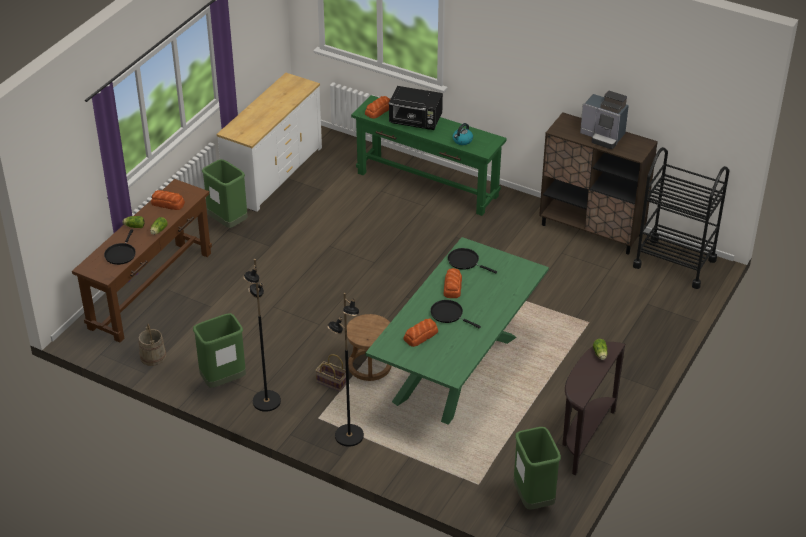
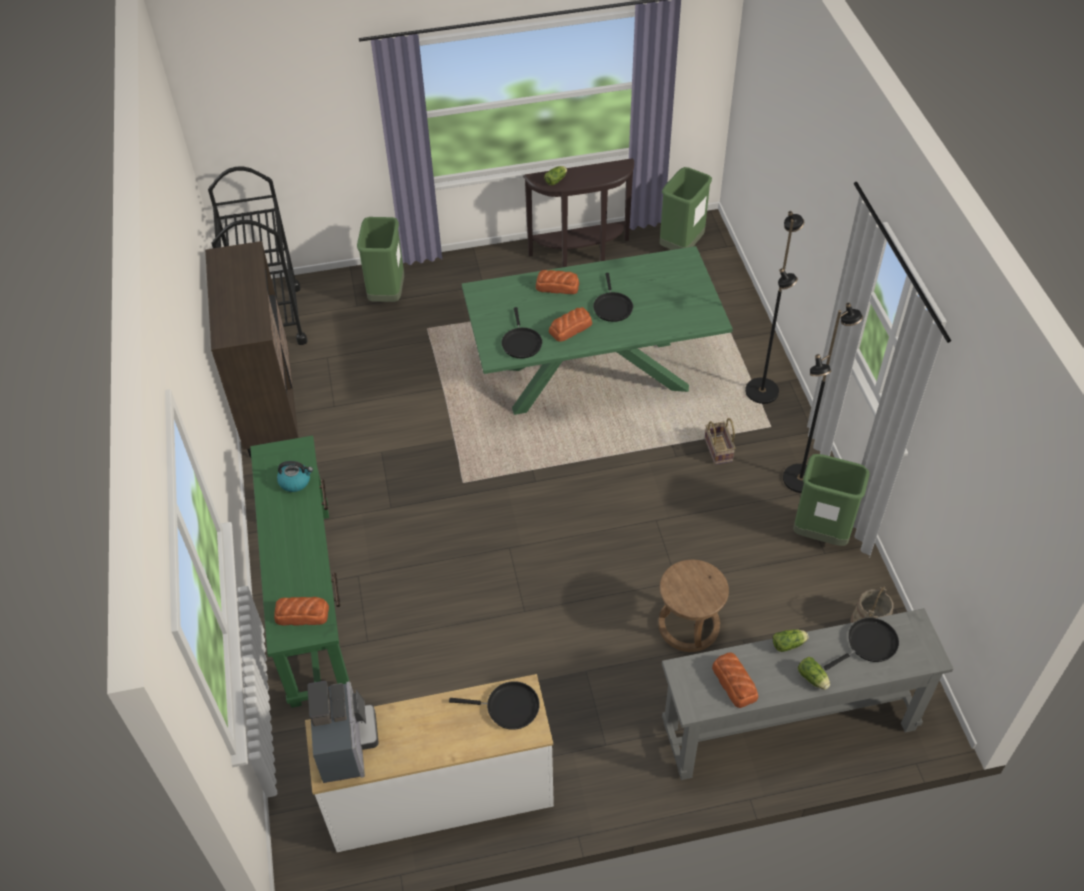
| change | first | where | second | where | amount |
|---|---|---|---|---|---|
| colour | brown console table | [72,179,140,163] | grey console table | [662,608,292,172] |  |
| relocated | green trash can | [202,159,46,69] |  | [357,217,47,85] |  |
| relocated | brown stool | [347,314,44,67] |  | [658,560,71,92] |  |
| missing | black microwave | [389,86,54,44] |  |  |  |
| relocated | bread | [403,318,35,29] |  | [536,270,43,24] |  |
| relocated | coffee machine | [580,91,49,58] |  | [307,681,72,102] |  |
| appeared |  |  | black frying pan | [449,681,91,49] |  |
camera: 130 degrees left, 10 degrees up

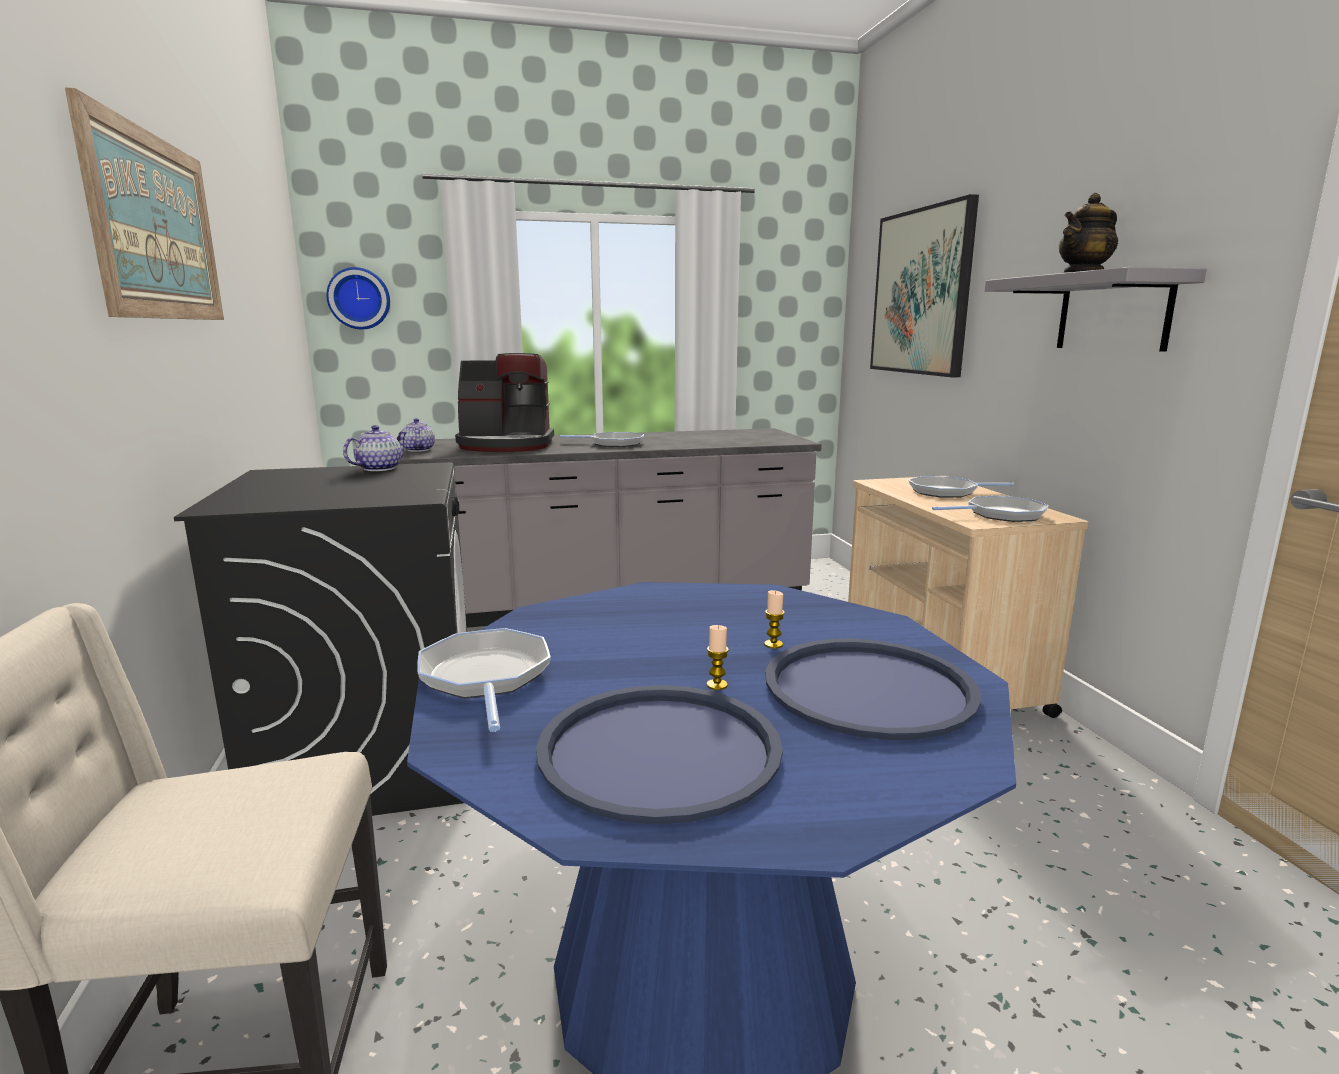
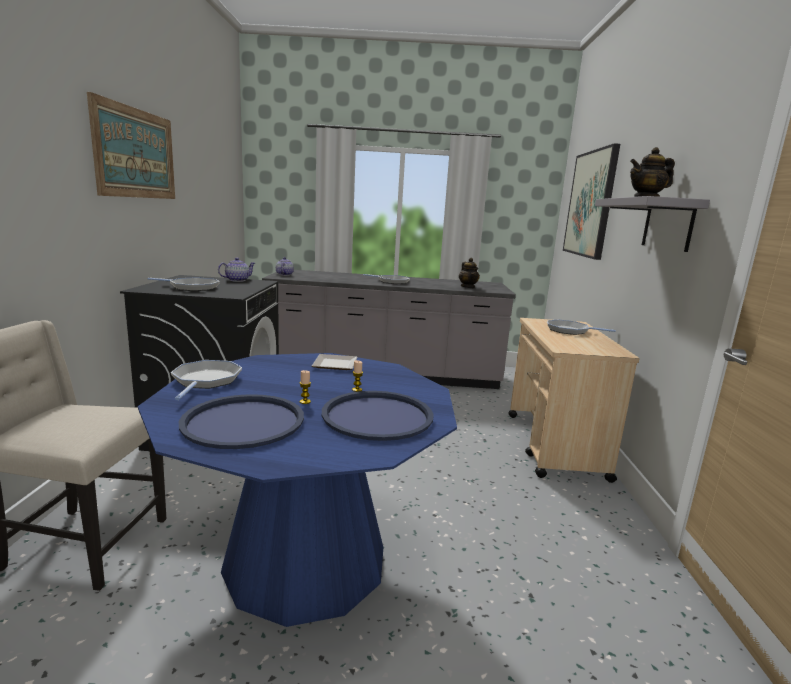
| change | first | where | second | where | amount |
|---|---|---|---|---|---|
| missing | wall clock | [327,267,63,62] |  |  |  |
| missing | coffee machine | [455,353,99,99] |  |  |  |
| relocated | frying pan | [932,496,117,26] |  | [147,277,73,14] |  |
| appeared |  |  | plate | [312,354,45,16] |  |
| appeared |  |  | teapot | [459,258,21,30] |  |
camera: 15 degrees right, 0 degrees up

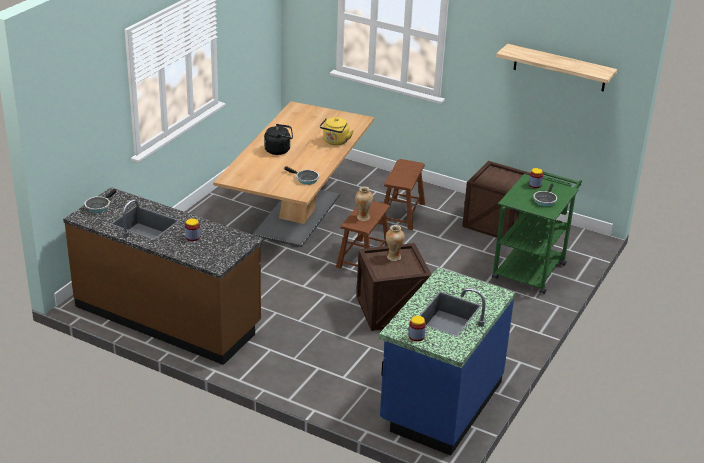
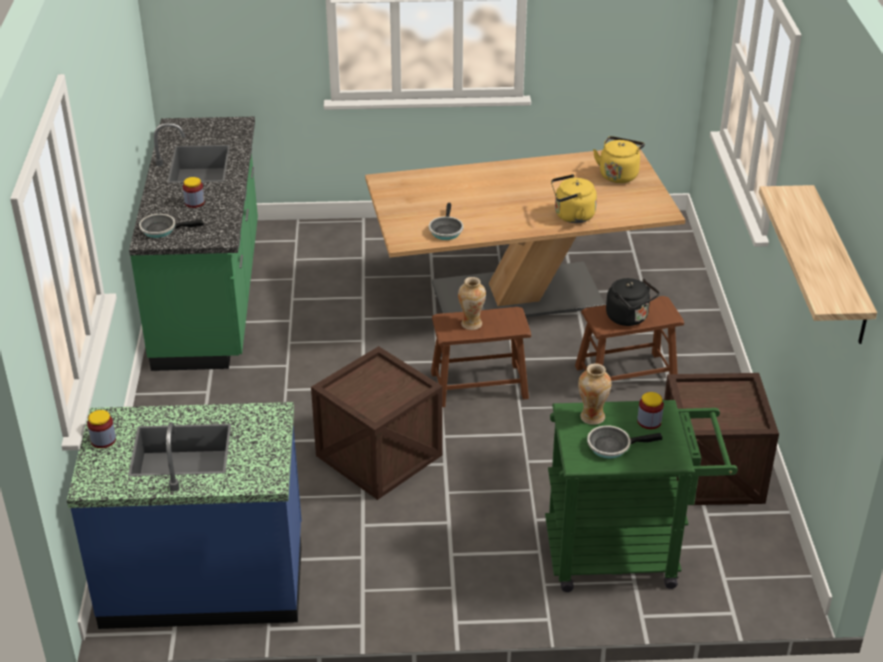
| change | first | where | second | where | amount |
|---|---|---|---|---|---|
| colour | brown counter | [63,187,201,178] | green counter | [129,117,129,254] |  |
| relocated | frying pan | [84,189,32,24] |  | [139,214,65,24] |  |
| relocated | black kettle | [264,124,29,31] |  | [606,278,53,48] |  |
| relocated | vase | [386,225,19,36] |  | [578,364,33,61] |  |
| appeared |  |  | yellow kettle | [593,136,52,47] |  |
camera: 60 degrees right, 5 degrees up

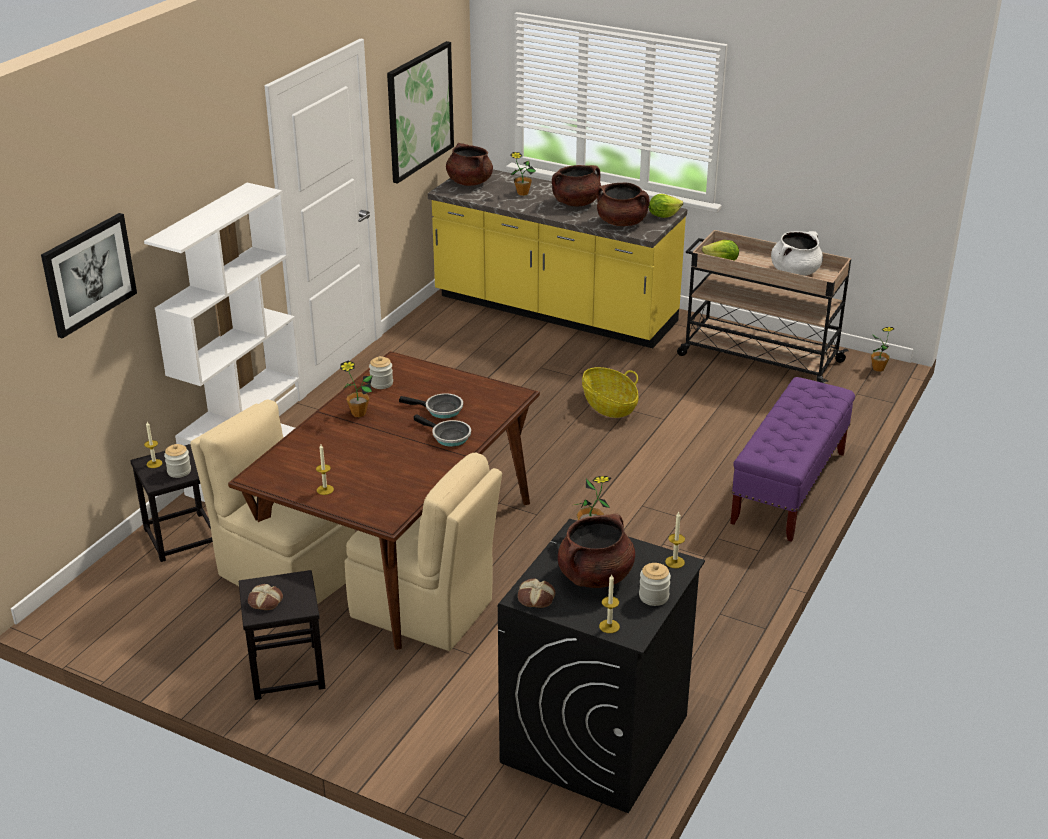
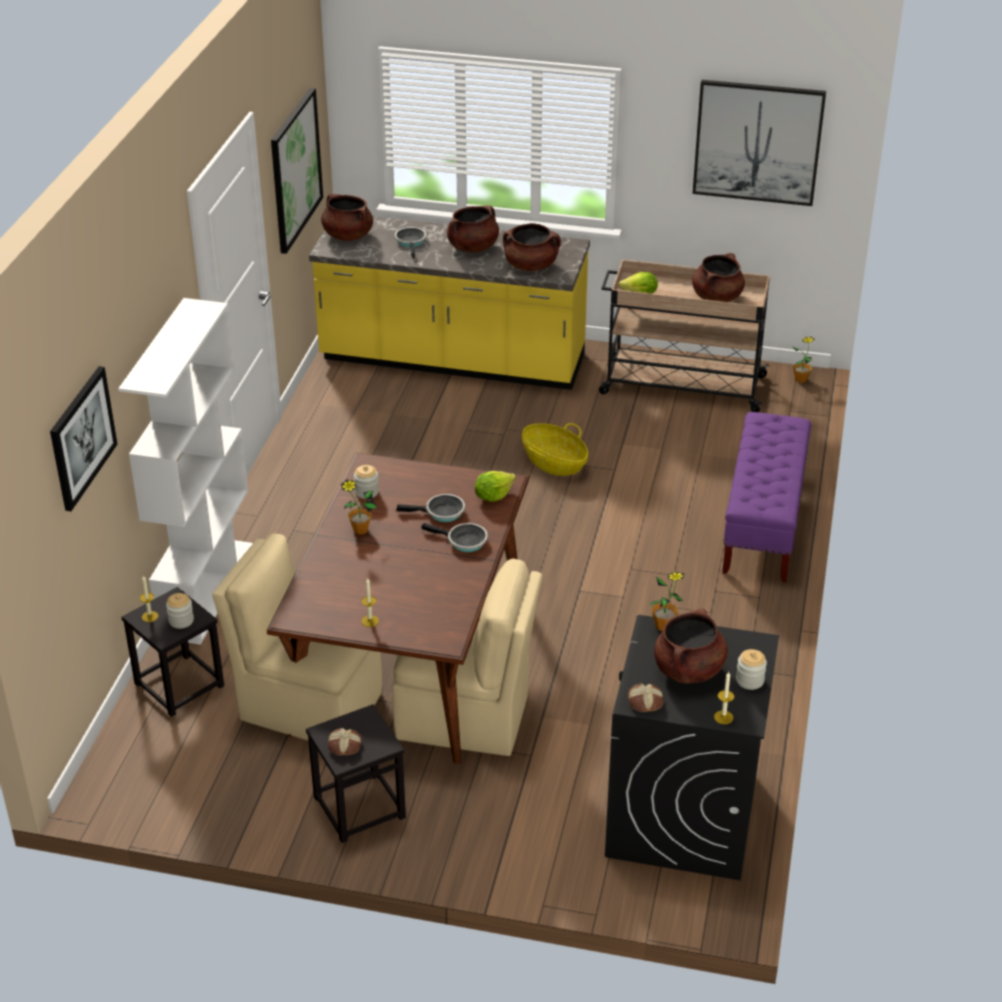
| change | first | where | second | where | amount |
|---|---|---|---|---|---|
| exchanged | potted plant | [510,152,26,44] | frying pan | [395,227,31,32] |  |
| relocated | lettuce | [649,194,34,24] |  | [475,471,41,31] |  |
| missing | candle | [665,512,20,56] |  |  |  |
| colour | white cooking pot | [771,231,52,45] | brown cooking pot | [692,253,53,49] |  |
| appeared |  |  | picture | [693,80,133,126] |  |
camera: 15 degrees left, 5 degrees up

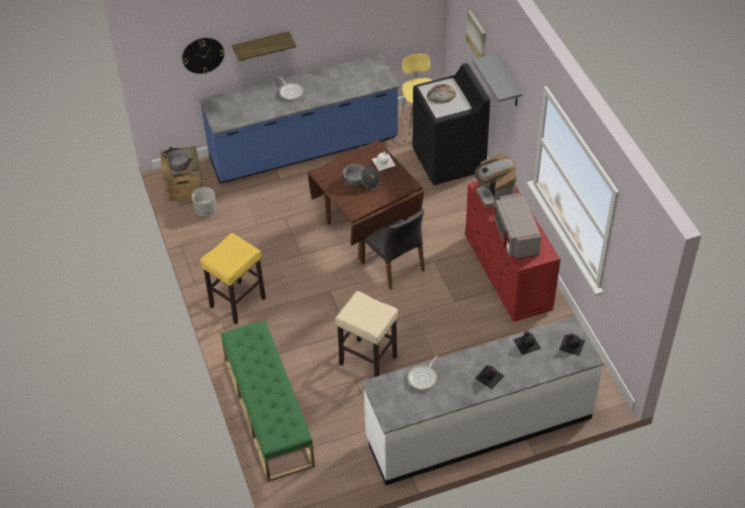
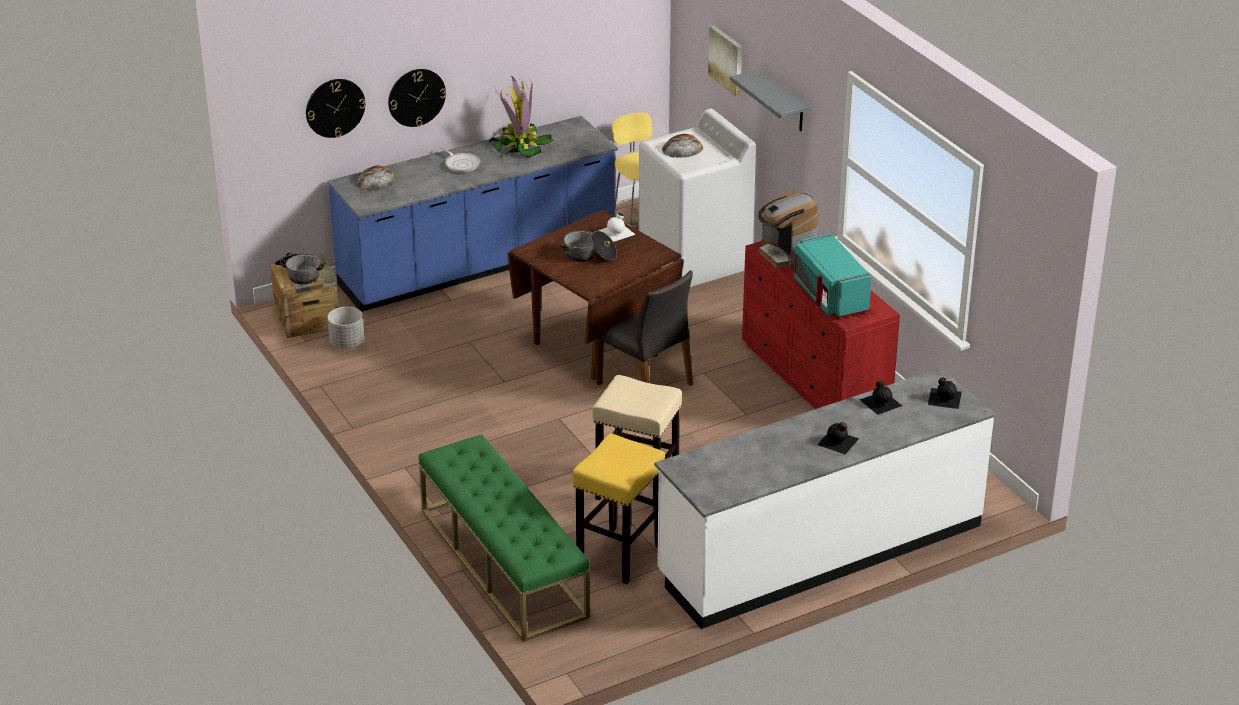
| change | first | where | second | where | amount |
|---|---|---|---|---|---|
| relocated | yellow stool | [200,233,66,91] |  | [573,433,92,151] |  |
| exchanged | shelf | [232,32,64,29] | wall clock | [388,69,58,58] |  |
| missing | frying pan | [408,355,30,34] |  |  |  |
| colour | black washing machine | [413,63,77,122] | white washing machine | [639,109,117,178] |  |
| colour | grey microwave | [494,193,47,66] | turquoise microwave | [794,233,78,85] |  |
| appeared |  |  | bread | [356,166,40,26] |  |
| appeared |  |  | potted plant | [489,75,65,82] |  |
camera: 10 degrees left, 15 degrees down

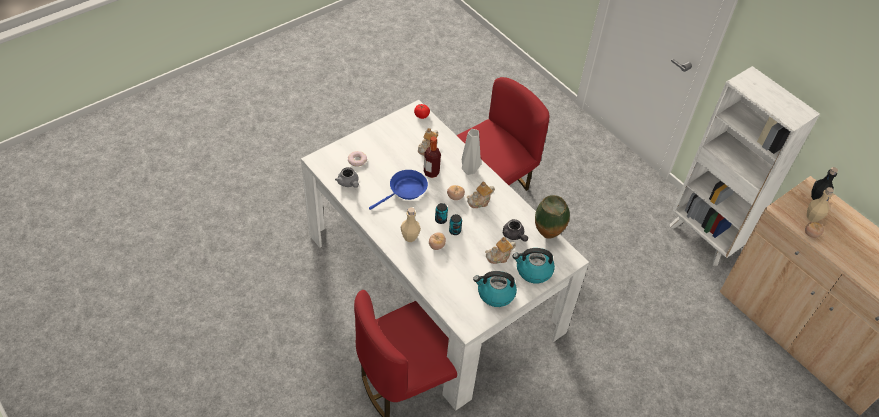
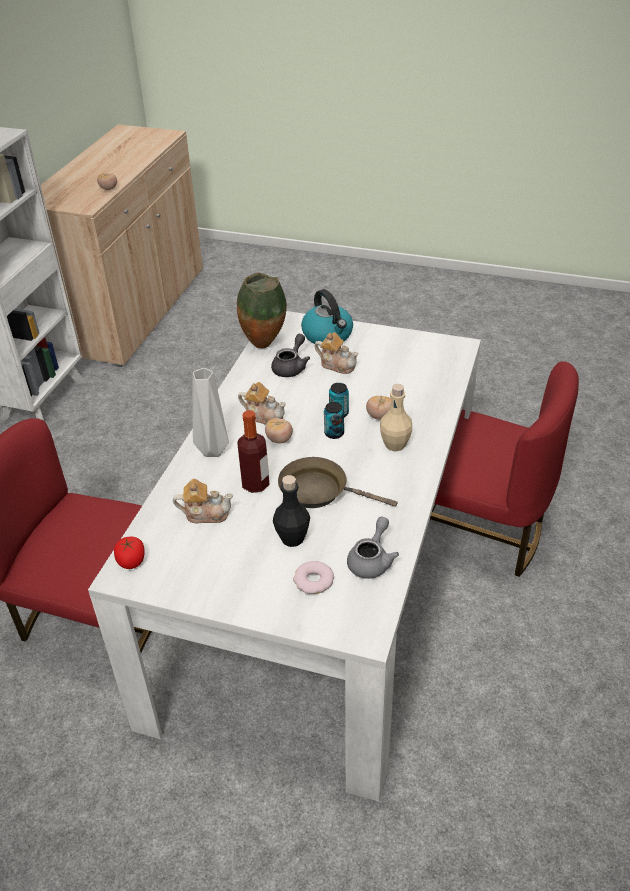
| change | first | where | second | where | amount |
|---|---|---|---|---|---|
| colour | blue frying pan | [369,170,59,40] | brown frying pan | [278,457,120,51] |  |
| missing | kettle | [473,271,44,36] |  |  |  |
| missing | beige bottle | [807,187,27,35] |  |  |  |
| relocated | black bottle | [811,167,27,33] |  | [273,475,37,72] |  |
camera: 120 degrees left, 10 degrees down

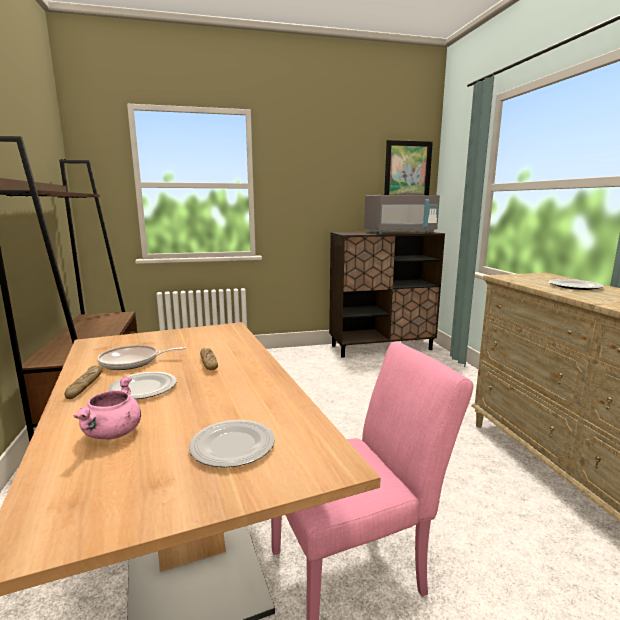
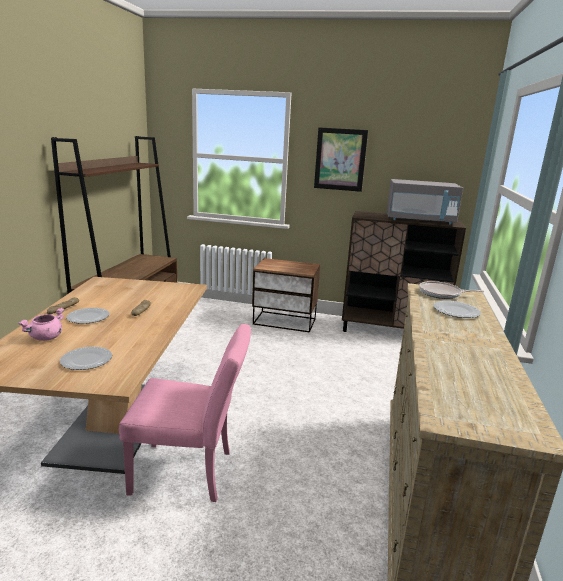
| change | first | where | second | where | amount |
|---|---|---|---|---|---|
| relocated | frying pan | [97,345,89,25] |  | [419,281,65,18] |  |
| relocated | picture | [384,140,49,55] |  | [314,127,54,65] |  |
| appeared |  |  | nightstand | [252,258,68,75] |  |
camera: 25 degrees right, 5 degrees up

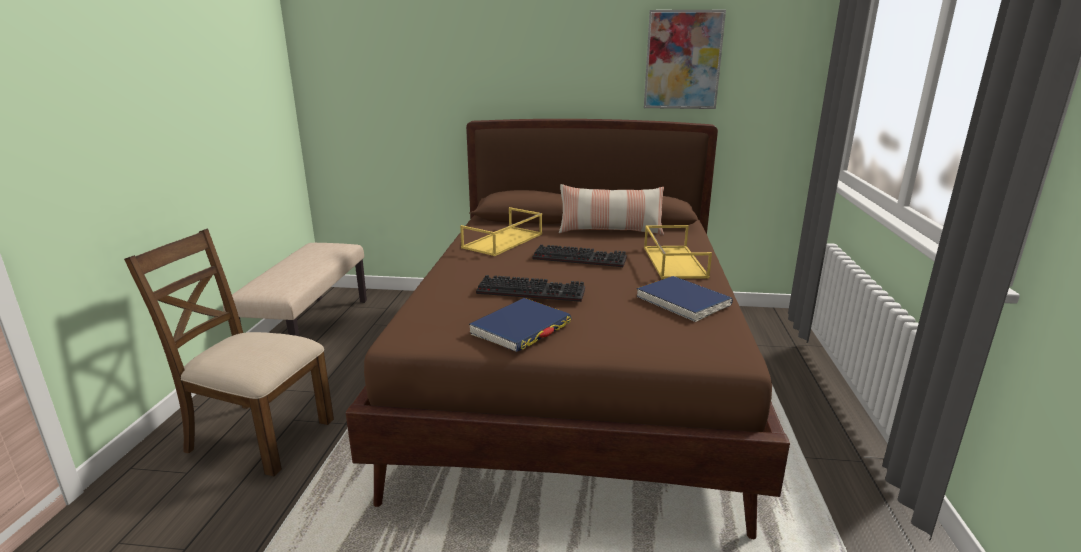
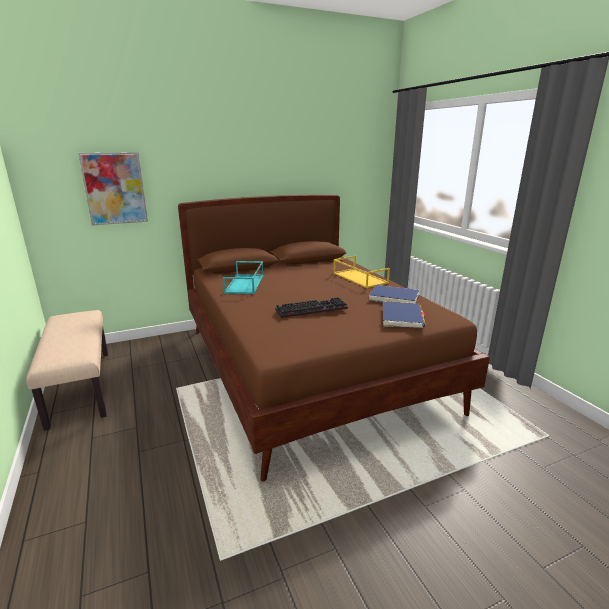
| change | first | where | second | where | amount |
|---|---|---|---|---|---|
| missing | brown chair | [124,229,210,247] |  |  |  |
| colour | yellow tray | [460,207,82,49] | turquoise tray | [223,261,41,33] |  |
| relocated | blue book | [469,298,103,54] |  | [383,301,42,27] |  |
| missing | keyboard | [532,244,95,23] |  |  |  |
| missing | pillow | [559,184,105,52] |  |  |  |
| relocated | picture | [644,10,82,99] |  | [78,152,70,73] |  |
camera: 30 degrees left, 0 degrees up

